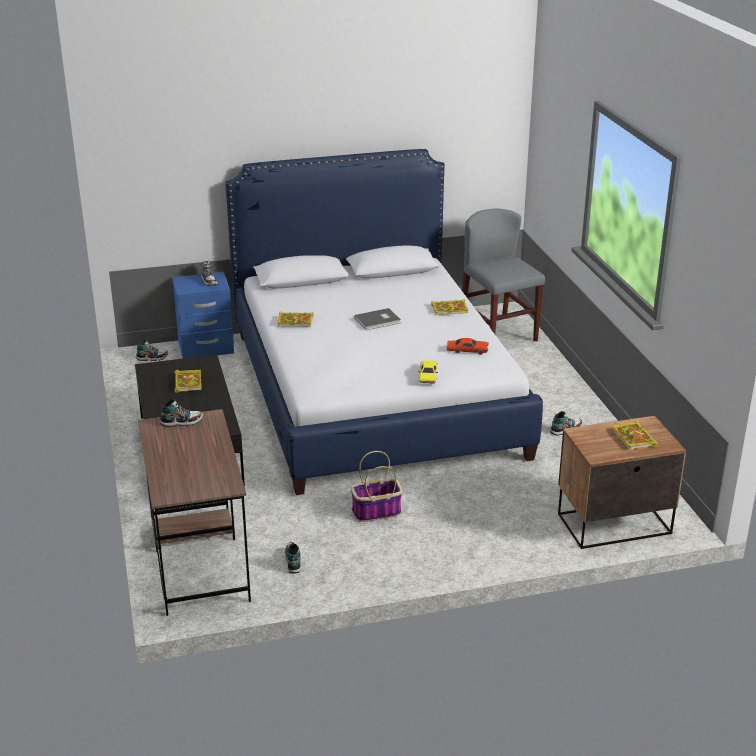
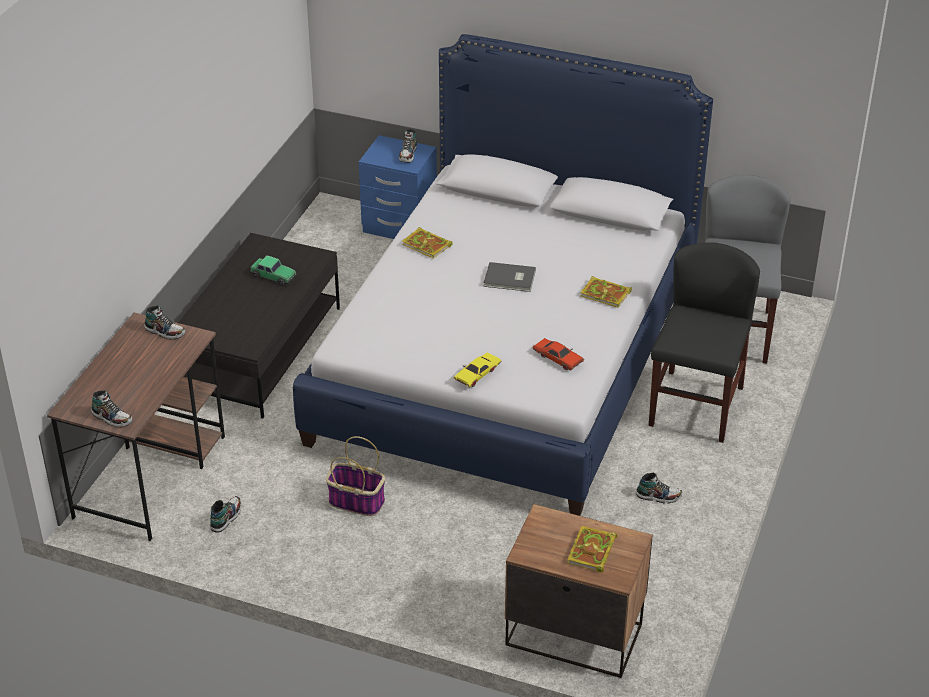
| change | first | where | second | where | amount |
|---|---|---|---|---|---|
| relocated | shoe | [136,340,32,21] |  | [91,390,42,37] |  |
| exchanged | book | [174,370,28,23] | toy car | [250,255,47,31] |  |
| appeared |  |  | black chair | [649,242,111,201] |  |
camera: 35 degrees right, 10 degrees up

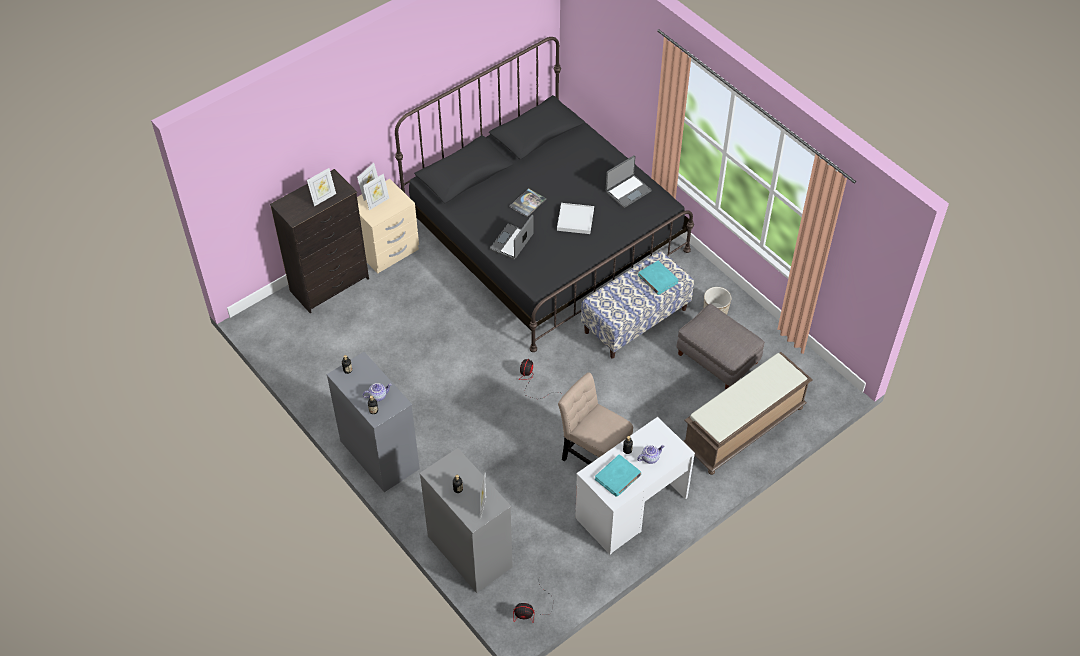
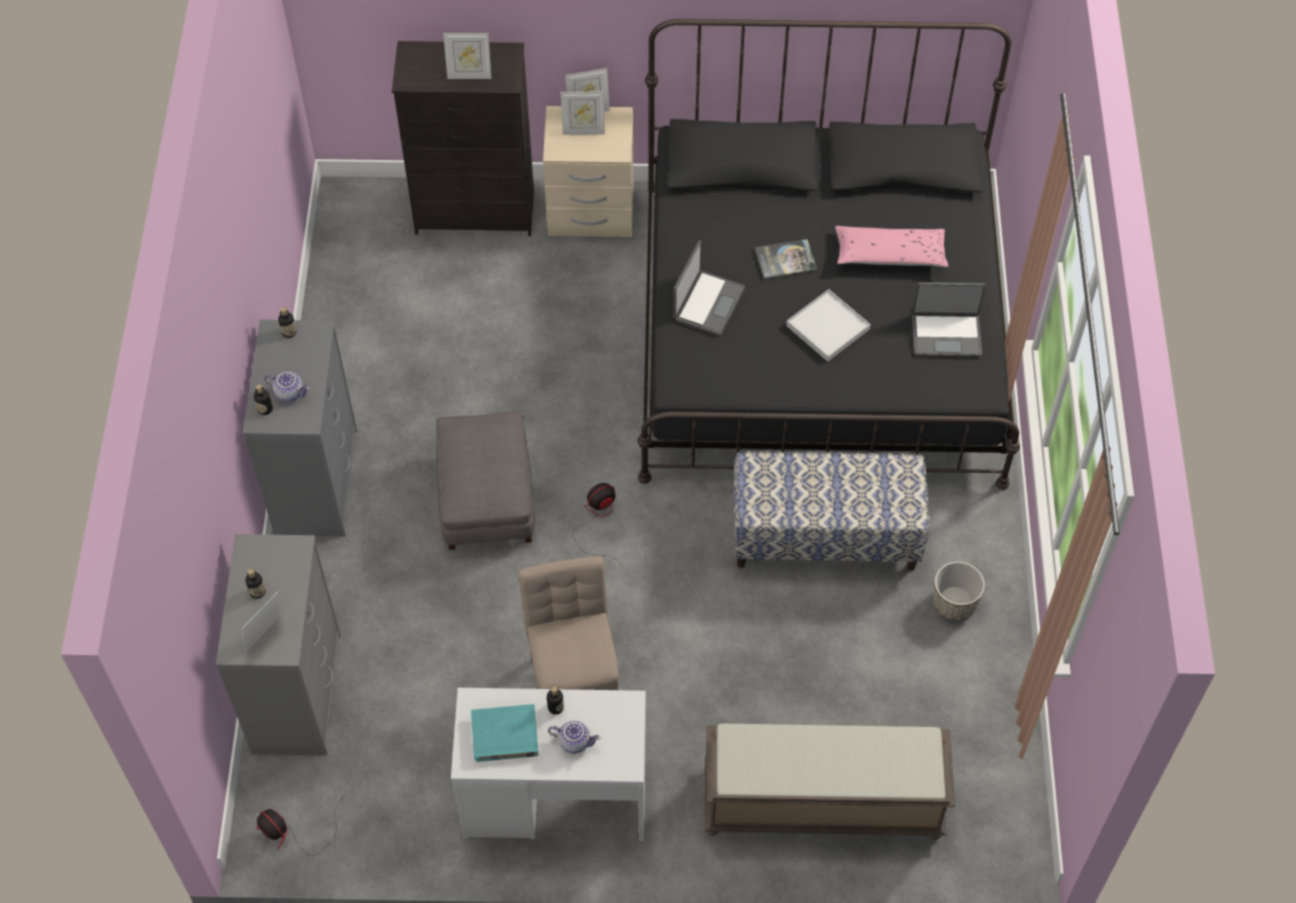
| change | first | where | second | where | amount |
|---|---|---|---|---|---|
| spun | laptop | [490,215,44,45] |  | [673,240,72,96] | 135 degrees clockwise |
| missing | turquoise book | [638,260,41,35] |  |  |  |
| relocated | grey ottoman | [676,304,89,85] |  | [436,411,98,139] |  |
| appeared |  |  | pink pillow | [835,226,114,41] |  |
camera: 40 degrees right, 5 degrees up

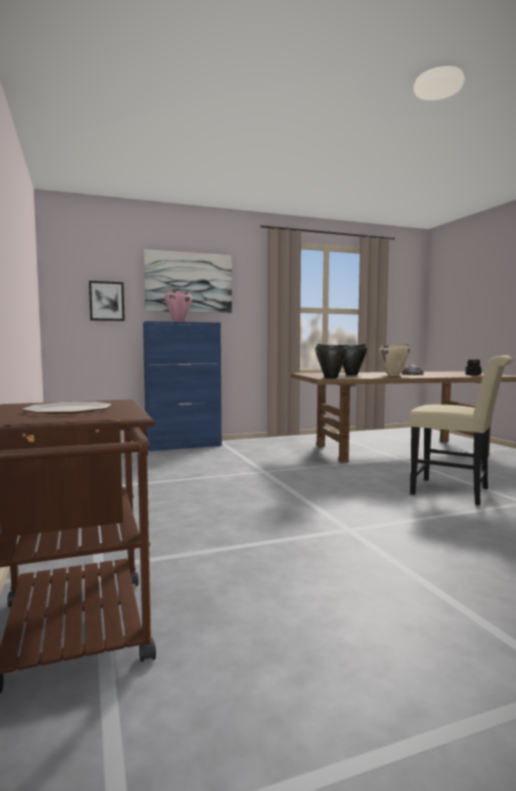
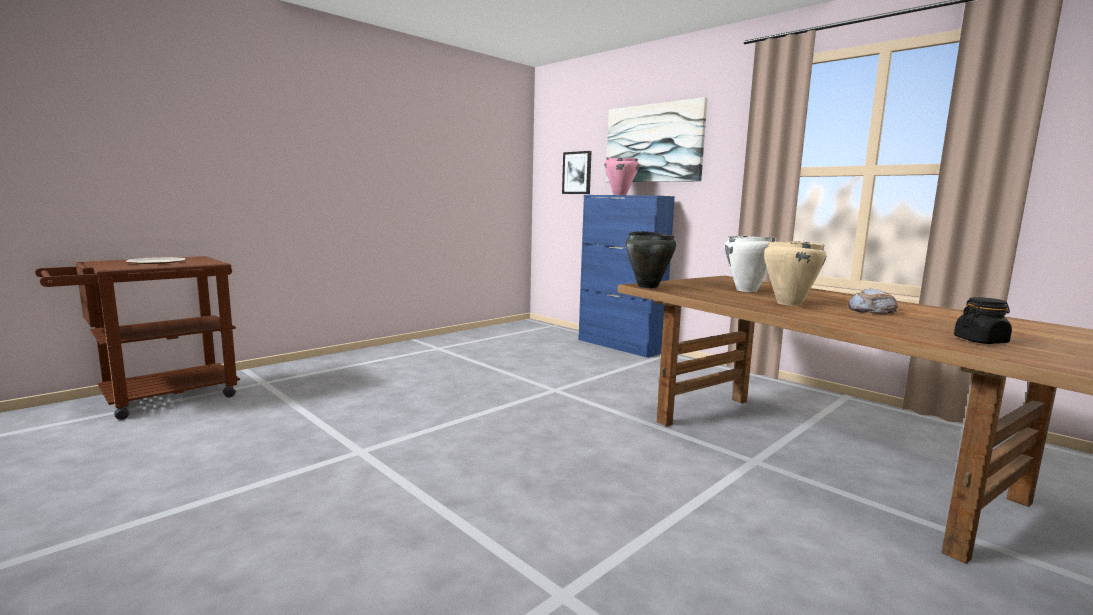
| change | first | where | second | where | amount |
|---|---|---|---|---|---|
| colour | black cooking pot | [343,344,24,31] | white cooking pot | [724,236,53,56] |  |
| missing | beige chair | [409,355,104,150] |  |  |  |
camera: 65 degrees right, 5 degrees up

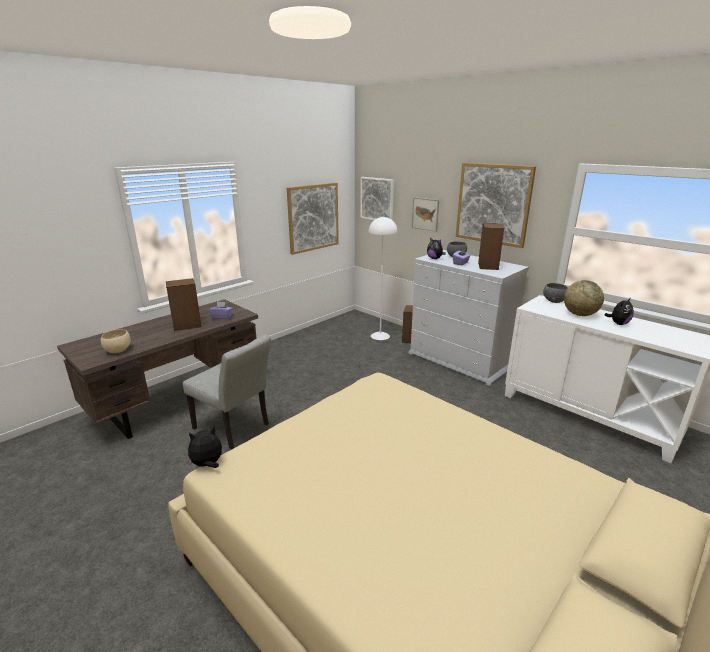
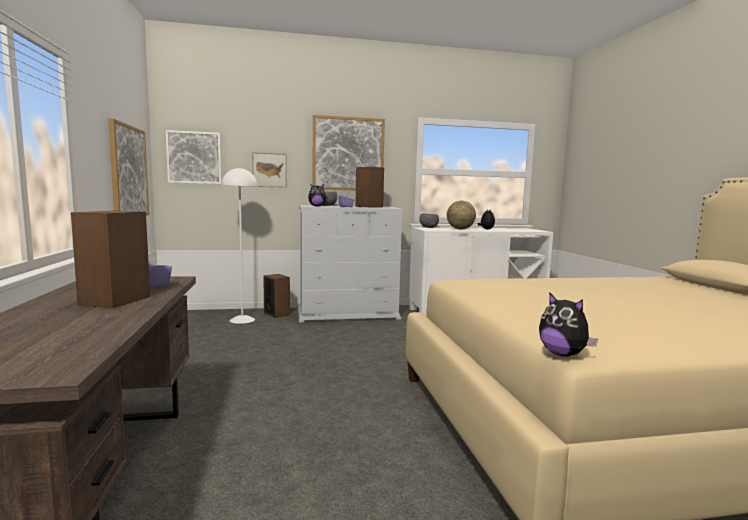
| change | first | where | second | where | amount |
|---|---|---|---|---|---|
| missing | beige bowl | [101,329,30,24] |  |  |  |
| missing | grey chair | [183,334,88,115] |  |  |  |
| spun | plush toy | [187,427,35,41] |  | [539,292,59,65] | 45 degrees counterclockwise |
camera: 55 degrees left, 15 degrees down

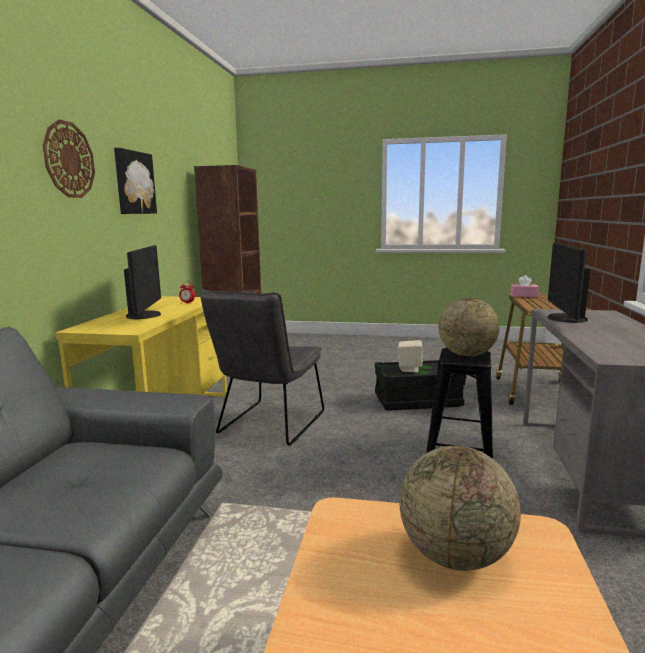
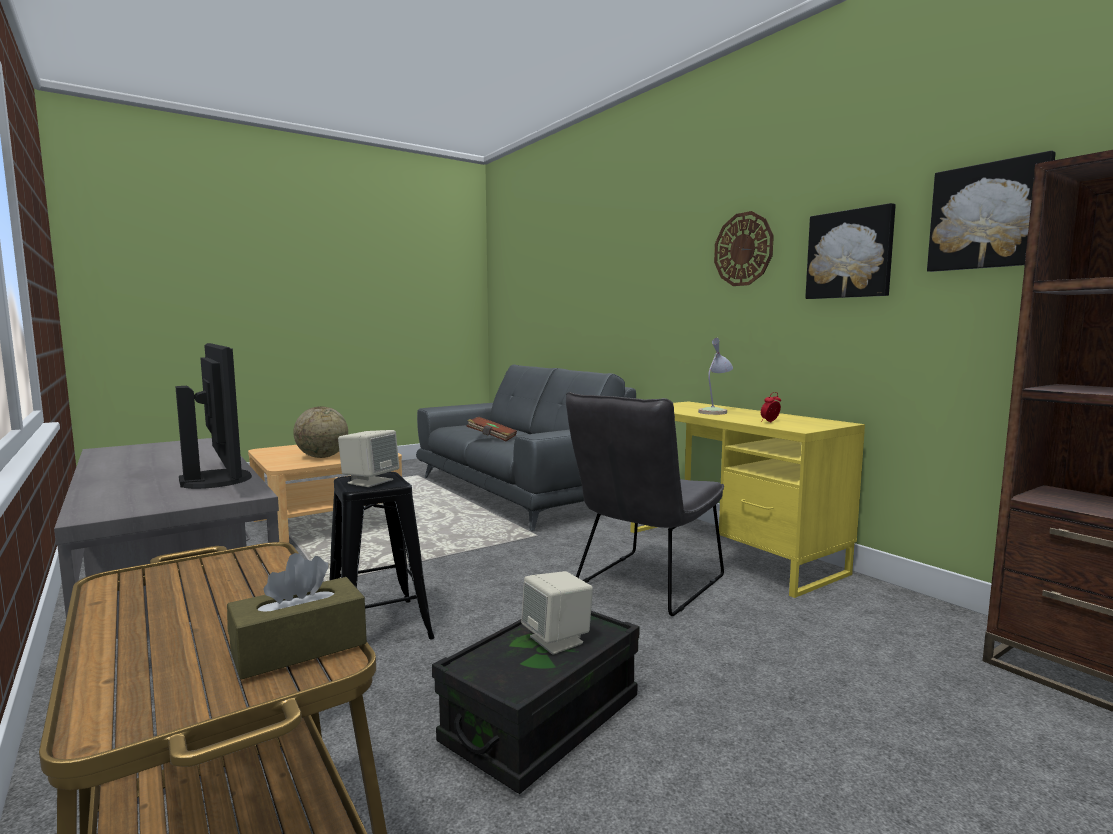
| change | first | where | second | where | amount |
|---|---|---|---|---|---|
| exchanged | monitor | [124,245,37,74] | table lamp | [698,338,35,77] |  |
| spun | grey chair | [200,289,124,157] |  | [566,392,158,224] | 120 degrees counterclockwise |
| exchanged | globe | [439,298,61,59] | beige speaker | [338,430,61,57] |  |
| colour | pink tissue box | [510,275,29,22] | brown tissue box | [227,553,140,127] |  |
| appeared |  |  | brown book | [466,417,51,24] |  |
| appeared |  |  | picture | [927,151,129,121] |  |
camera: 135 degrees right, 5 degrees down

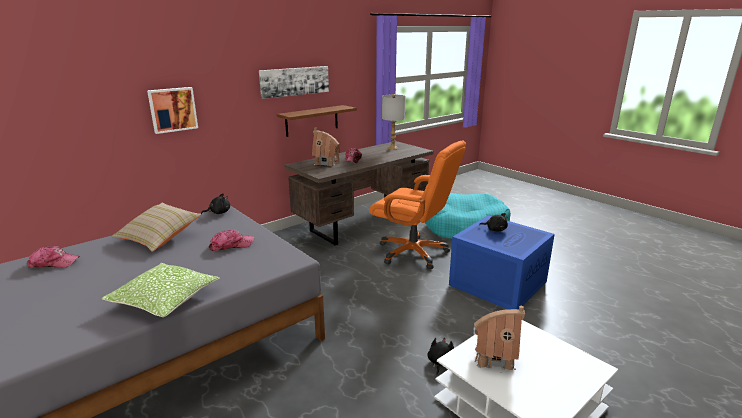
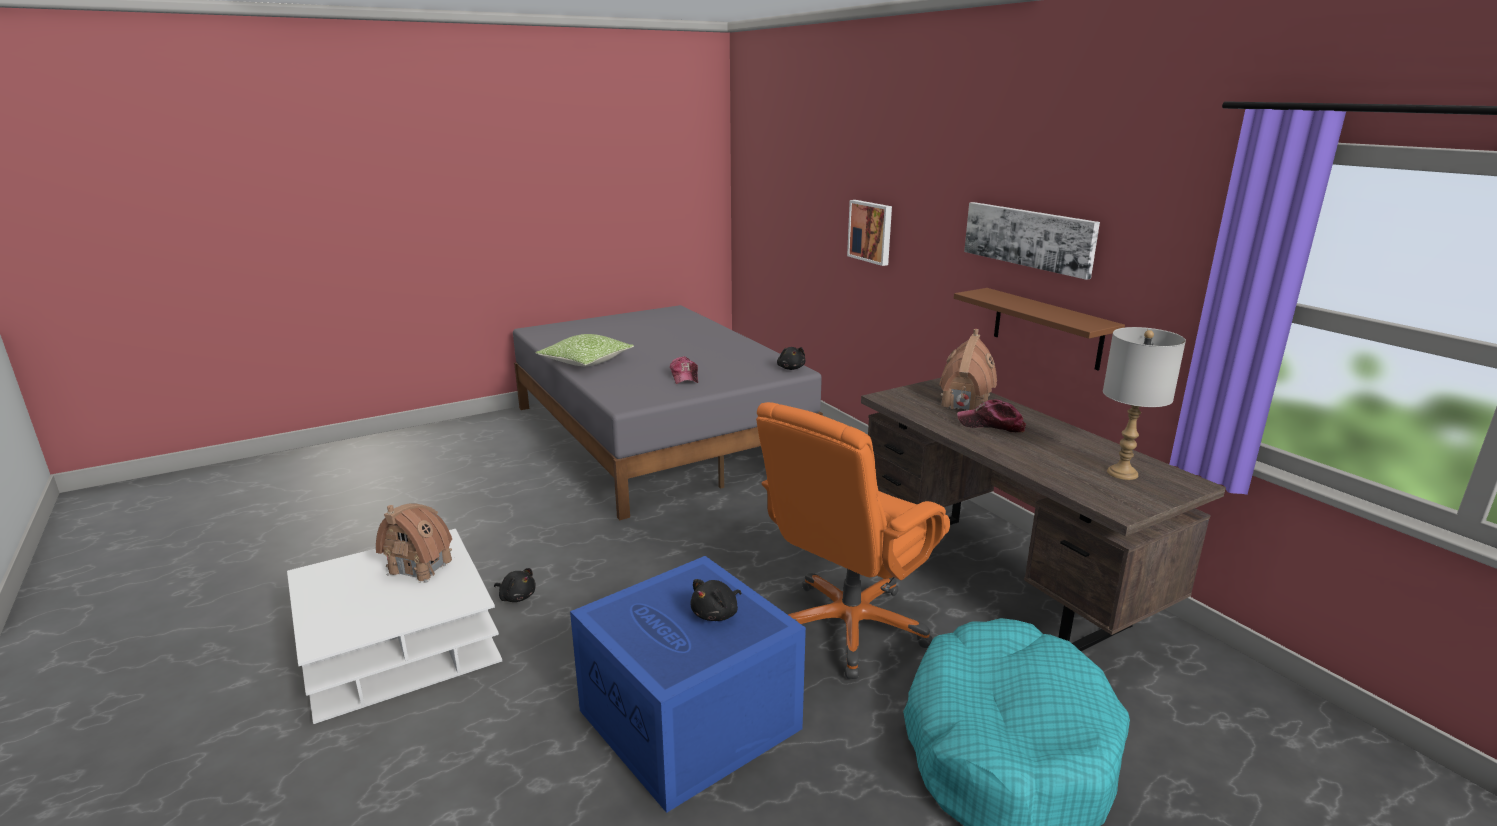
| change | first | where | second | where | amount |
|---|---|---|---|---|---|
| missing | cap | [27,246,53,22] |  |  |  |
| missing | beige pillow | [111,203,90,49] |  |  |  |
camera: 100 degrees right, 0 degrees up

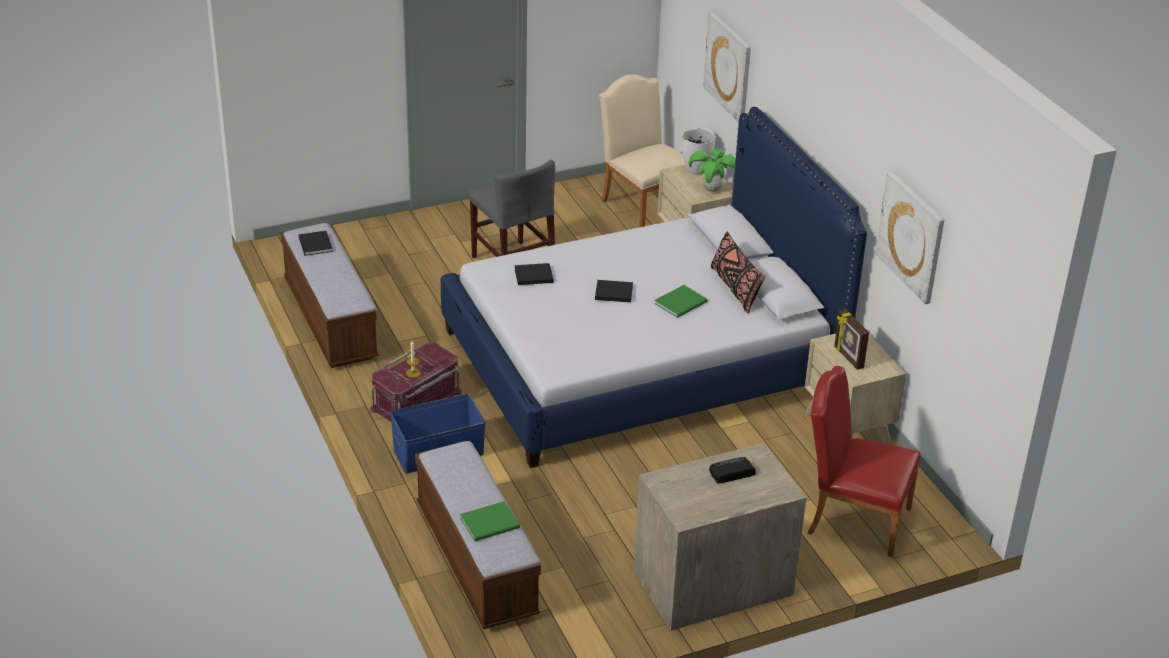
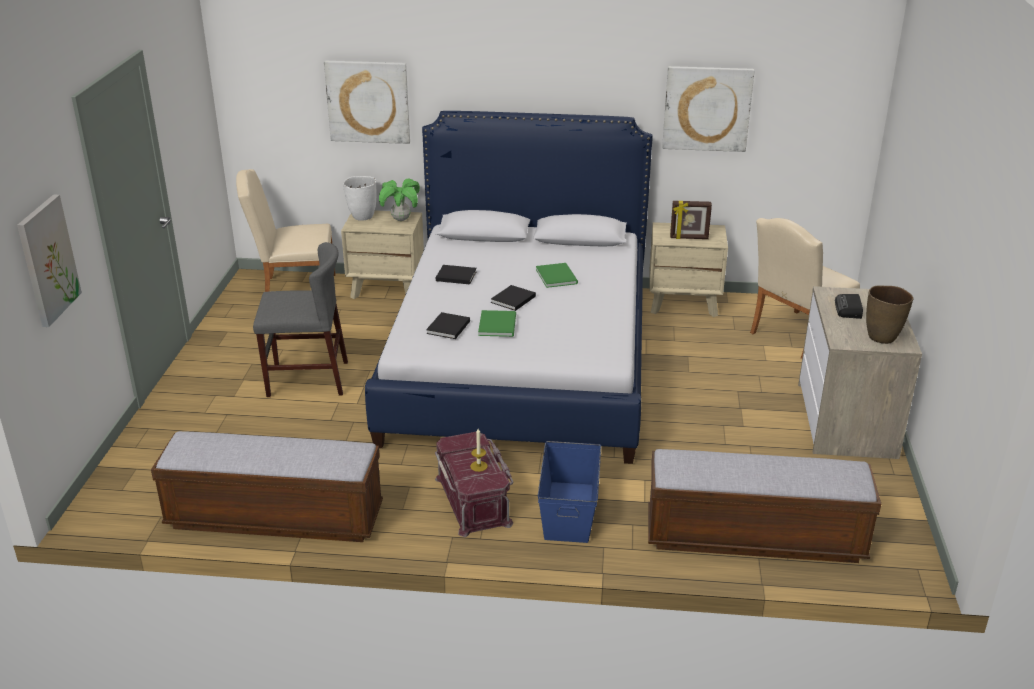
| change | first | where | second | where | amount |
|---|---|---|---|---|---|
| relocated | black book | [299,231,34,25] |  | [436,265,41,20] |  |
| relocated | green book | [460,501,60,40] |  | [478,310,38,27] |  |
| missing | black pillow | [711,231,54,82] |  |  |  |
| colour | red chair | [807,366,114,191] | beige chair | [750,218,110,141] |  |
| appeared |  |  | picture | [17,194,65,133] |  |
| appeared |  |  | brown vase | [866,286,47,58] |  |
camera: 60 degrees left, 5 degrees down

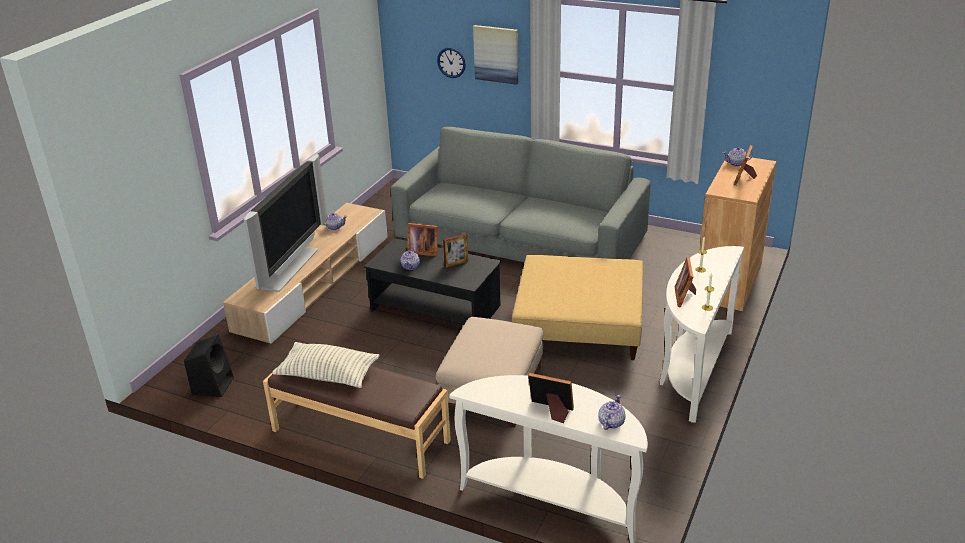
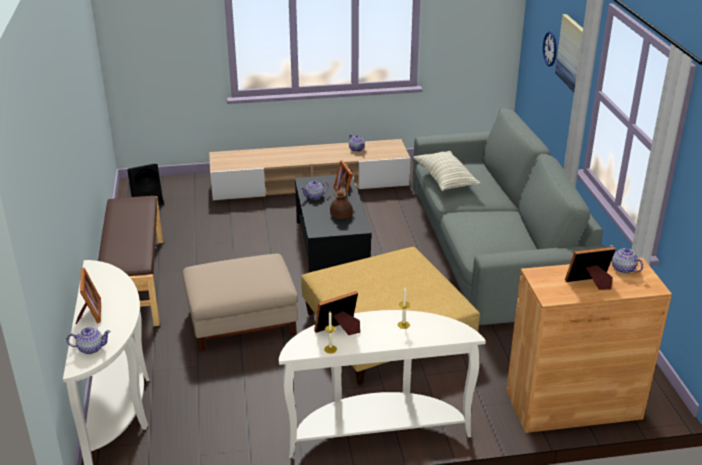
| change | first | where | second | where | amount |
|---|---|---|---|---|---|
| missing | television | [244,154,83,138] |  |  |  |
| relocated | pillow | [272,342,108,46] |  | [414,151,66,40] |  |
| exchanged | picture frame | [443,234,25,34] | brown teapot | [330,180,23,39] |  |
camera: 55 degrees right, 0 degrees up

